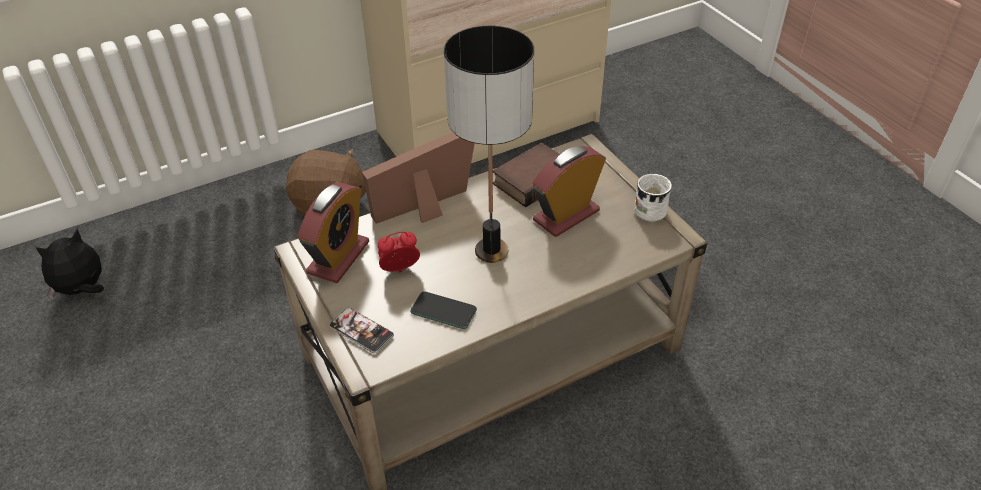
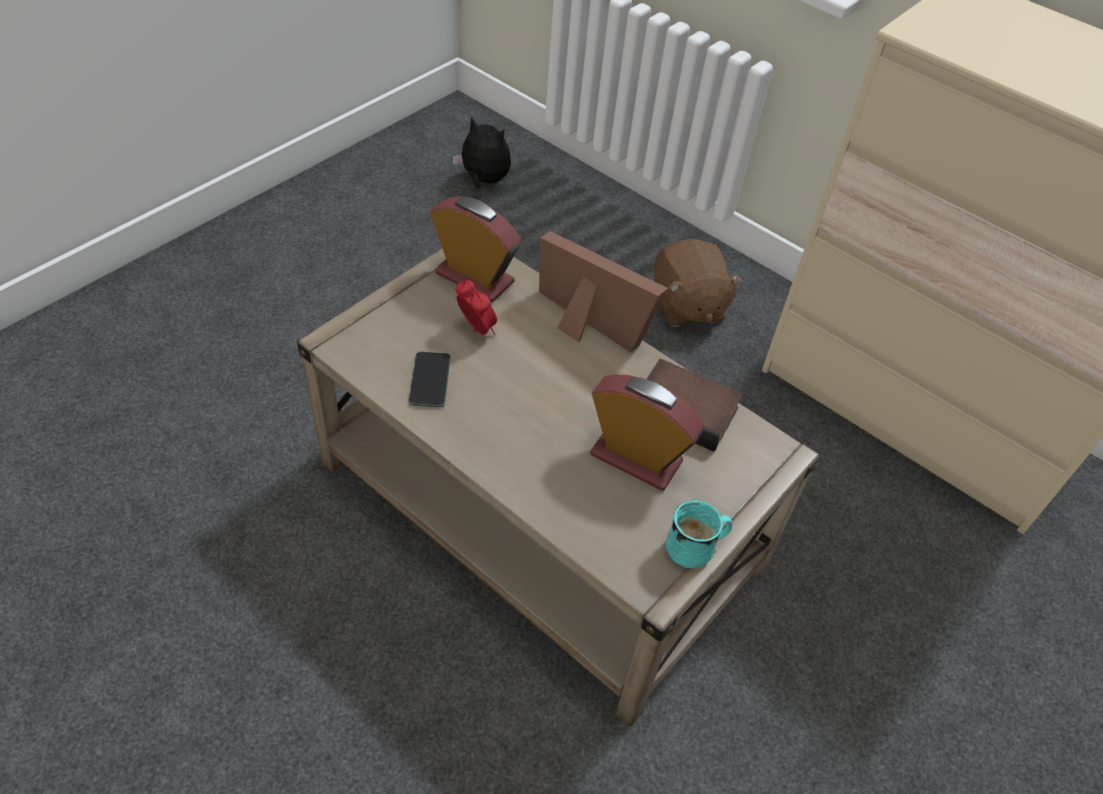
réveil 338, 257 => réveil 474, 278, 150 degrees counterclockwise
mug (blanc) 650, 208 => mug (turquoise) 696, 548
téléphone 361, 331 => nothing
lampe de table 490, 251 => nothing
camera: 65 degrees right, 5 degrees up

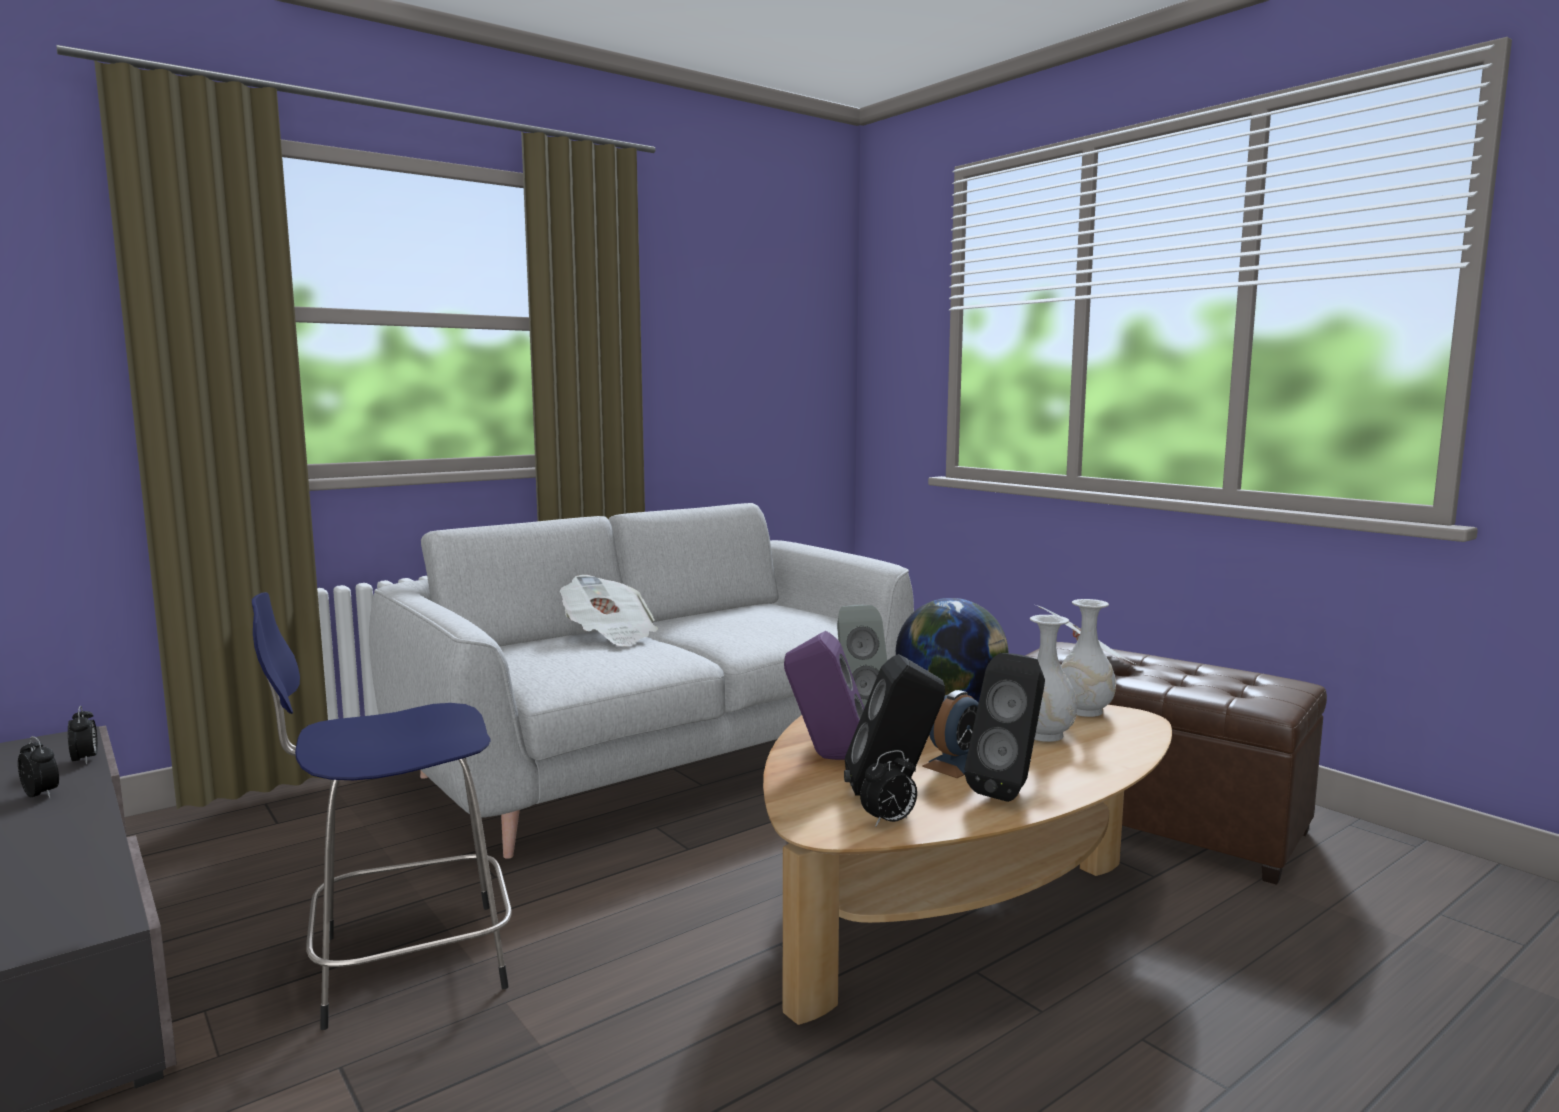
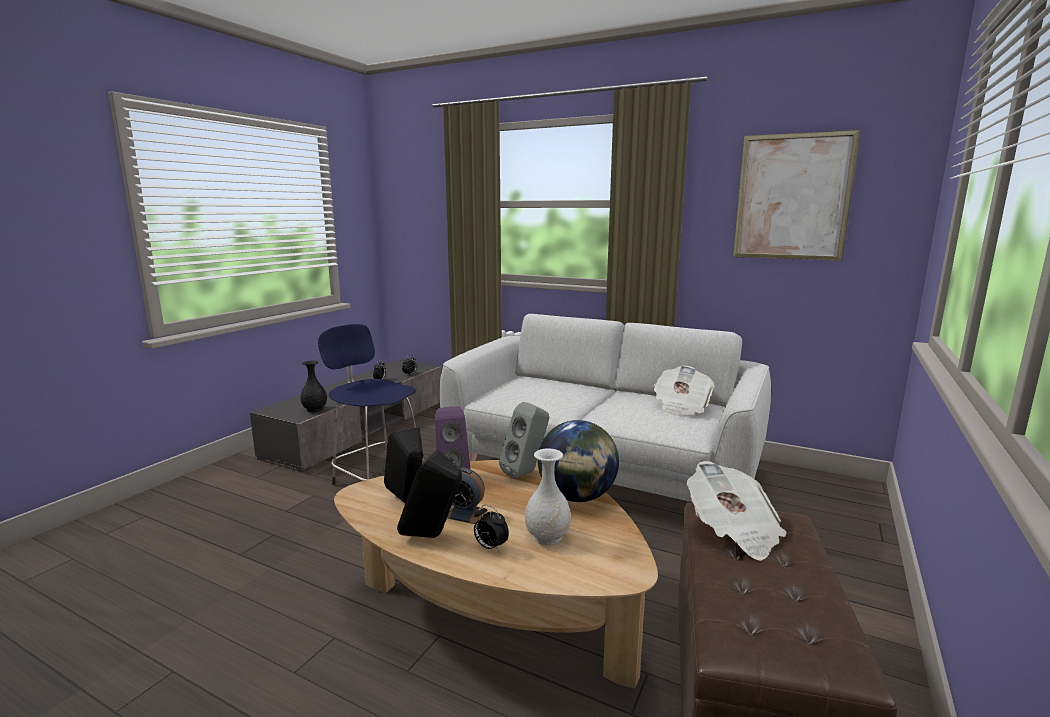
nothing => vase (noir) 314, 409
réveil 889, 822 => réveil 490, 547, move
journal 610, 635 => journal 680, 407, move
nothing => tableau 792, 197
vase (blanc) 1083, 711 => nothing
camera: 65 degrees right, 5 degrees up

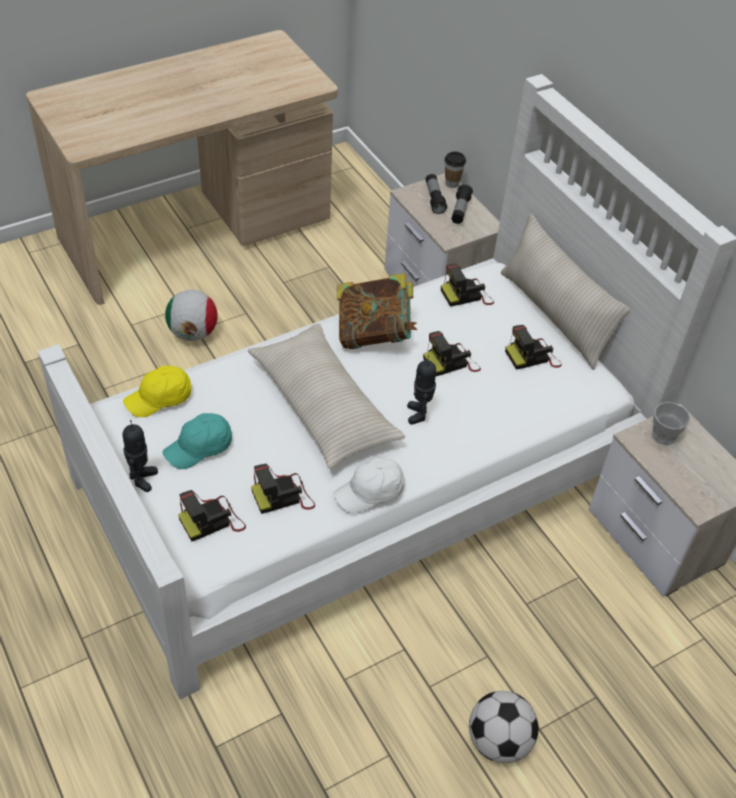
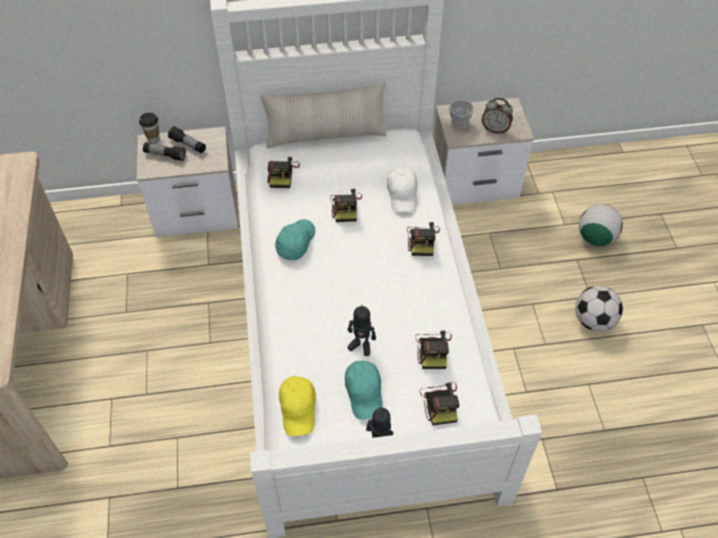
livre 374, 334 => casquette (turquoise) 295, 243
robot jouet 419, 414 => robot jouet 361, 345, move
casquette (blanc) 370, 493 => casquette (blanc) 402, 195, move
appareil photo 533, 356 => appareil photo 422, 240, move
nothing => réveil 495, 129
ballon de foot 193, 333 => ballon de foot 595, 238, move
coussin (beige) 323, 406 => nothing
camera: 65 degrees left, 5 degrees up

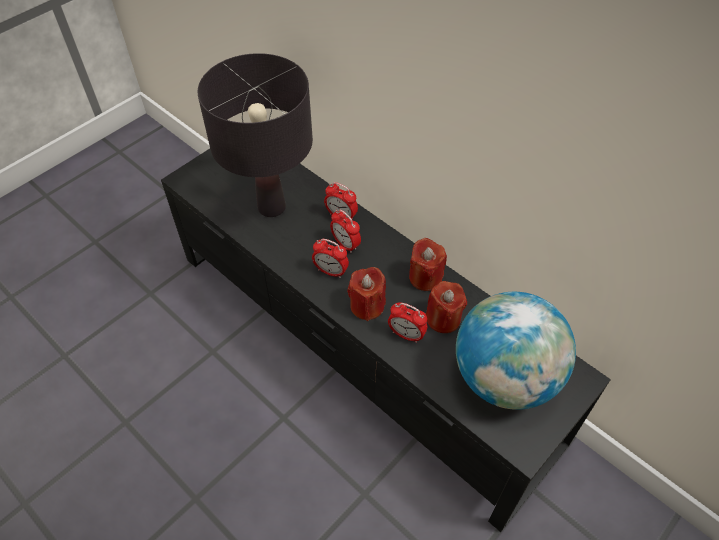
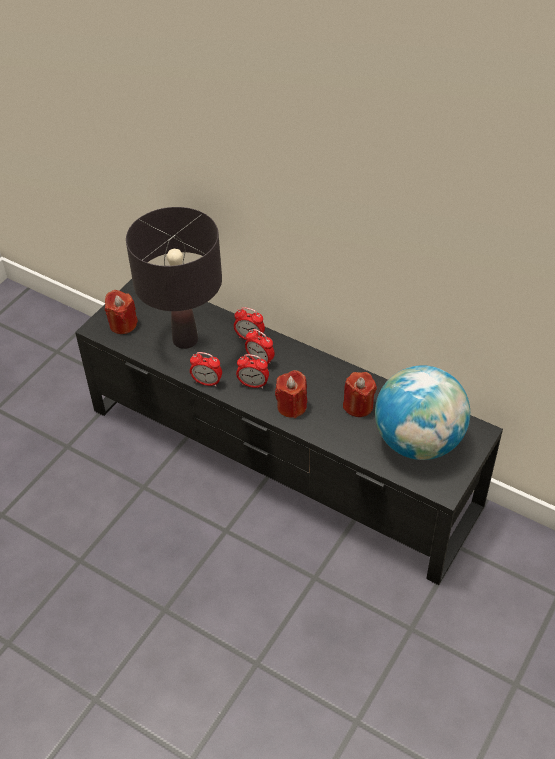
bougie (rouge) 425, 277 => bougie (rouge) 123, 324, move
réveil 406, 334 => réveil 207, 382, move
camera: 10 degrees left, 5 degrees down

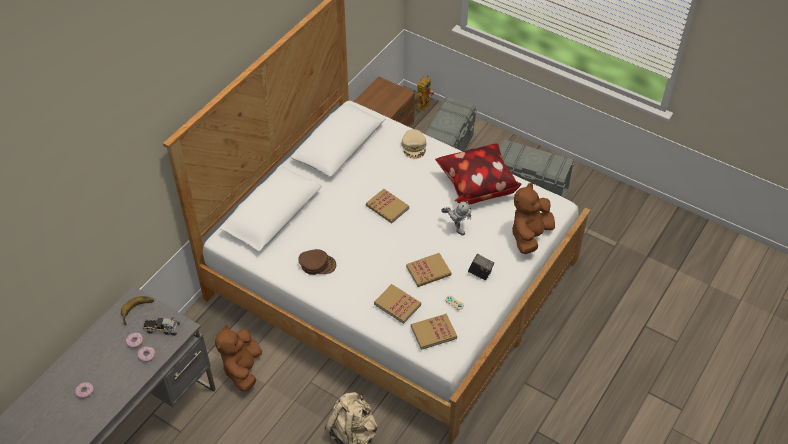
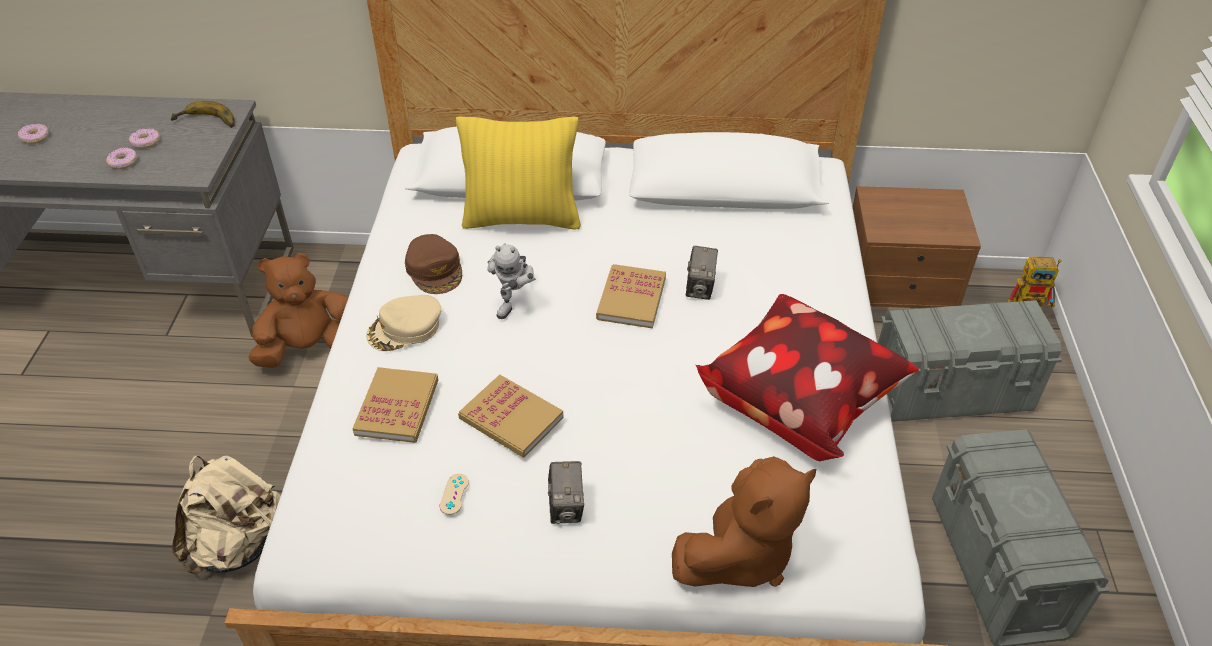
casquette (beige) 414, 146 => casquette (beige) 405, 329, move
nothing => coussin (jaune) 522, 218
robot jouet 456, 227 => robot jouet 515, 303, move
peluche (marron) 530, 235 => peluche (marron) 740, 554, 135 degrees clockwise
nothing => appareil photo 700, 288
camion jouet 162, 328 => nothing
livre 433, 332 => nothing
camera: 60 degrees right, 5 degrees down

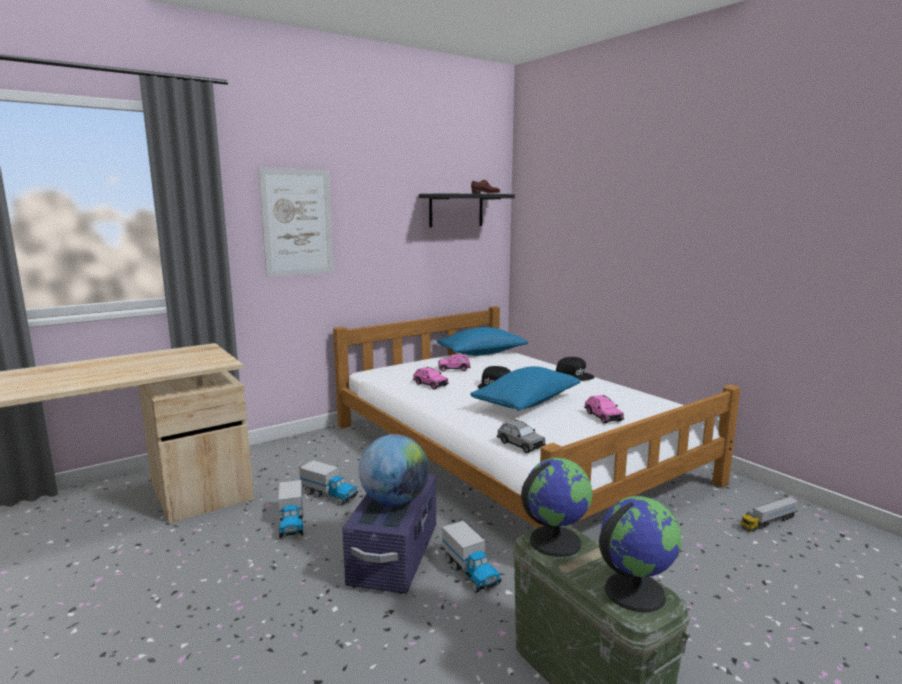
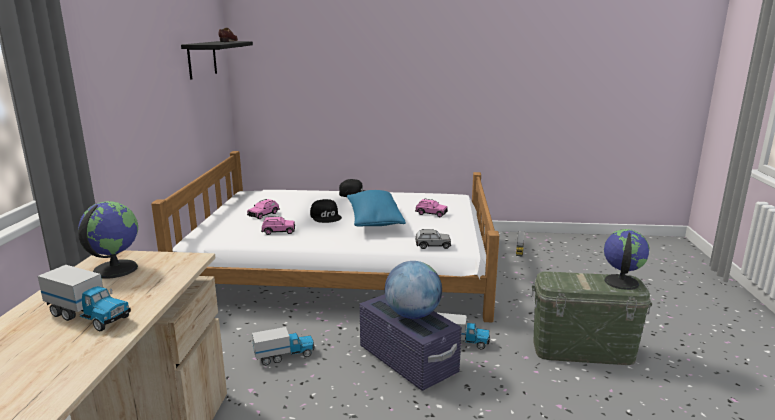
camion jouet 291, 523 => camion jouet 89, 316, move
globe 554, 541 => globe 114, 269, move
tableau 297, 222 => nothing
coussin (bleu) 481, 353 => nothing
camera: 50 degrees left, 5 degrees up

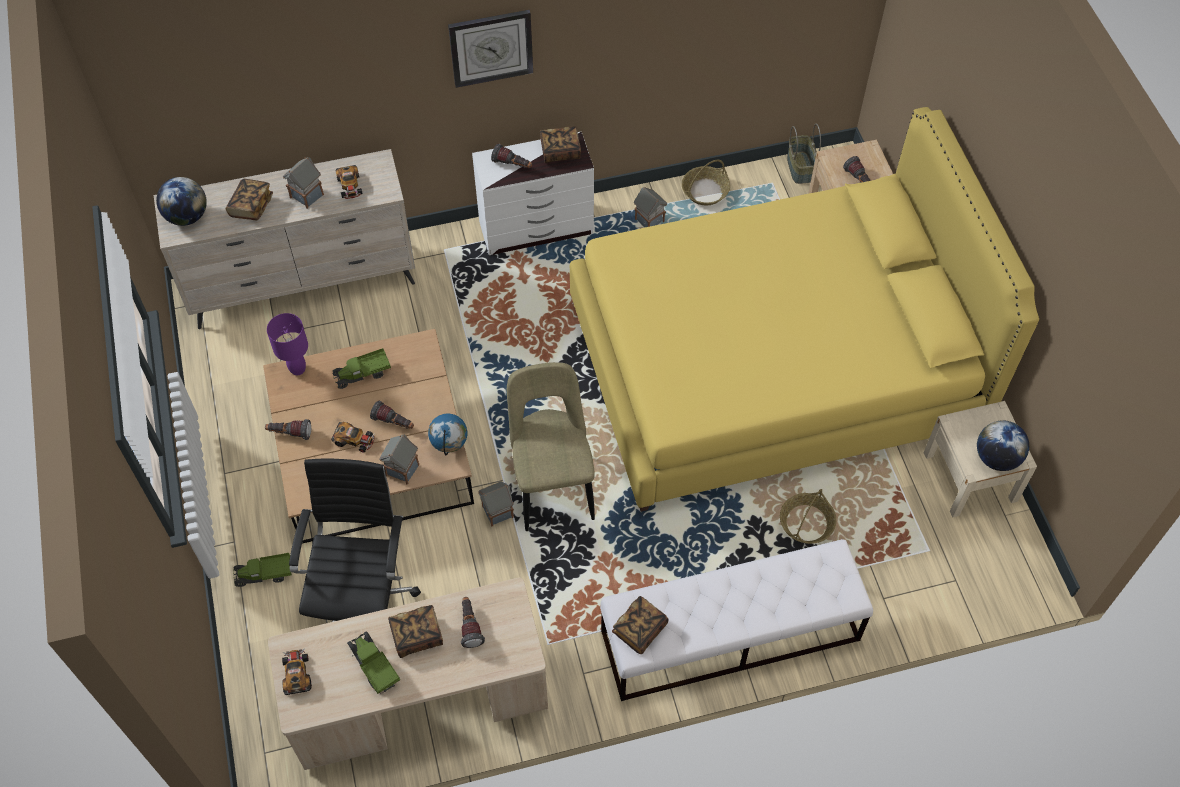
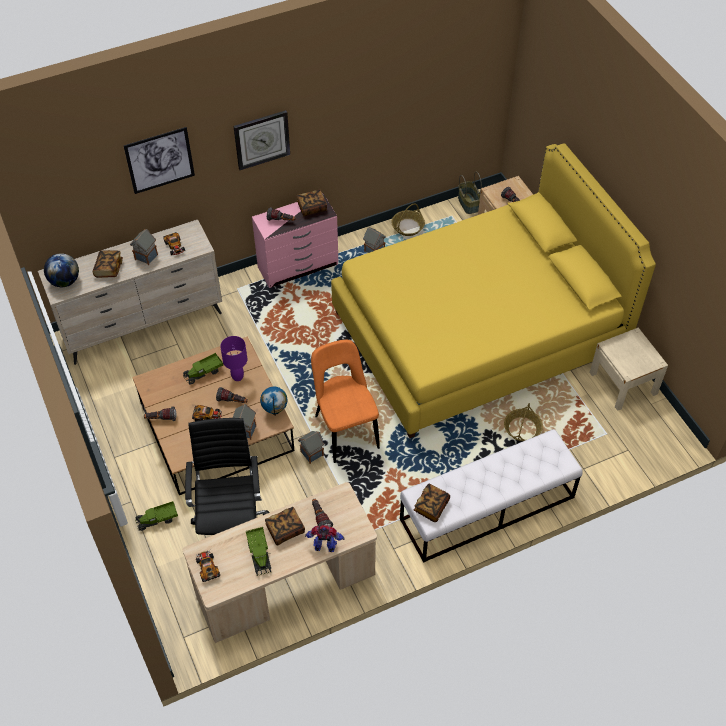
nothing => tableau 159, 160
lampe de table (violet) 298, 369 => lampe de table (violet) 238, 376, move
camion jouet 373, 666 => camion jouet 260, 554, 150 degrees counterclockwise
commode (blanc) 537, 229 => commode (rose) 298, 266
nothing => robot jouet 325, 547
chaise (beige) 552, 483 => chaise (orange) 345, 429
globe 996, 458 => nothing
camera: 10 degrees left, 5 degrees down

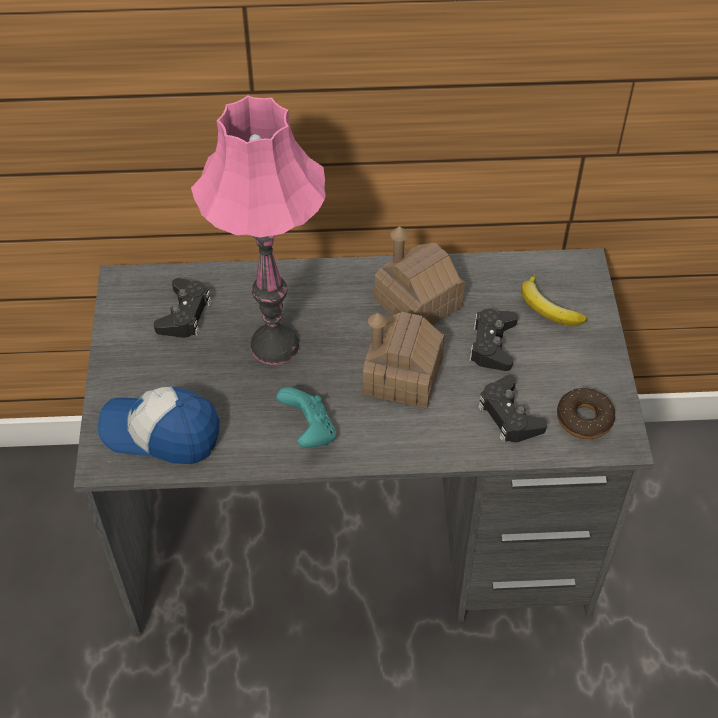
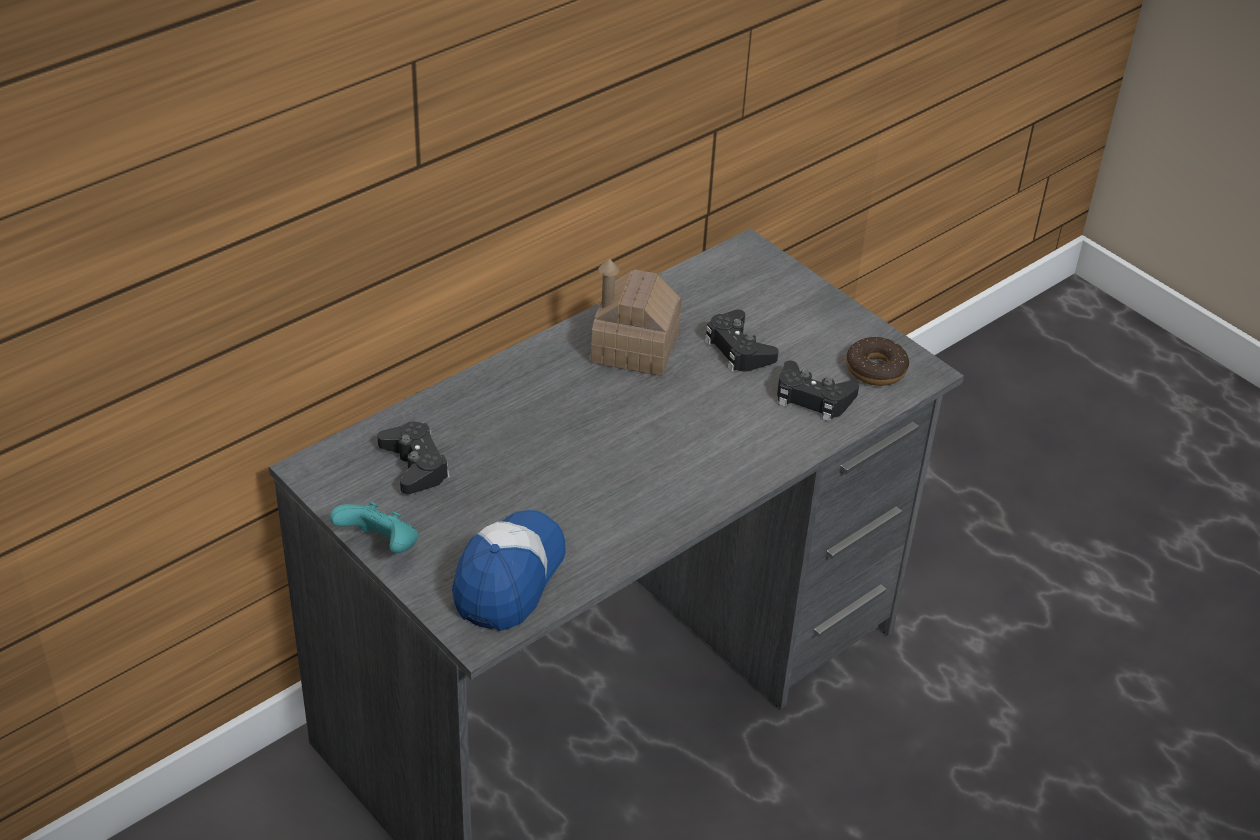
manette (turquoise) 309, 431 => manette (turquoise) 380, 547, move
casquette 161, 433 => casquette 508, 577, 135 degrees clockwise
lampe de table (rose) 274, 345 => nothing
maison miniature 402, 376 => nothing
banane 547, 309 => nothing
camera: 40 degrees left, 10 degrees down

